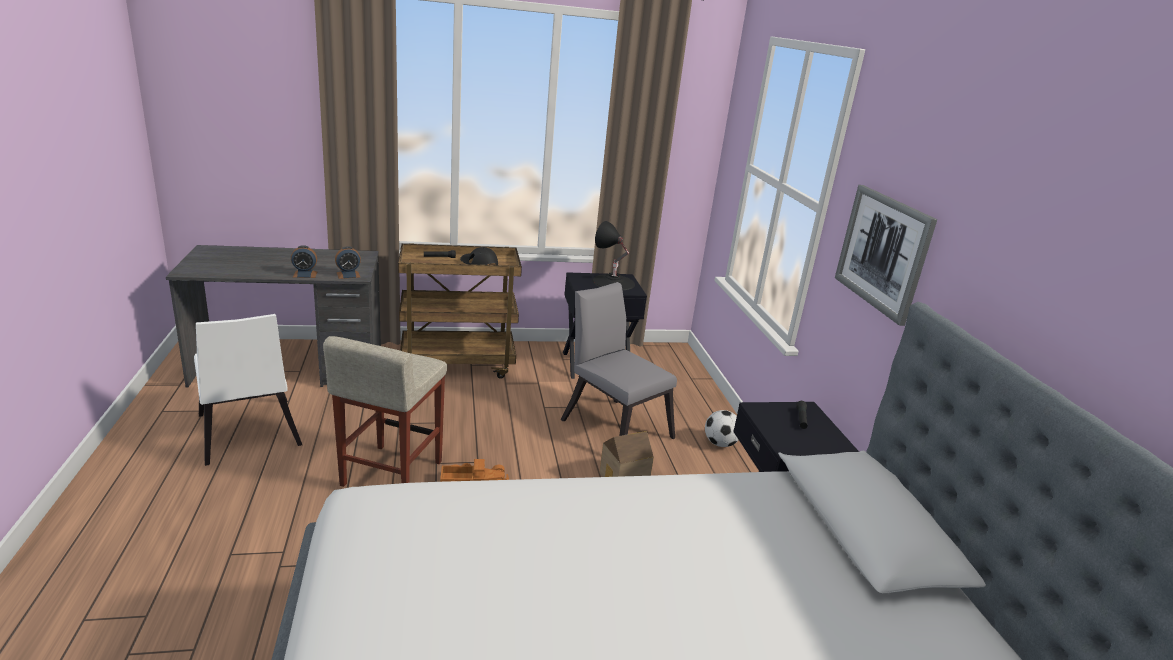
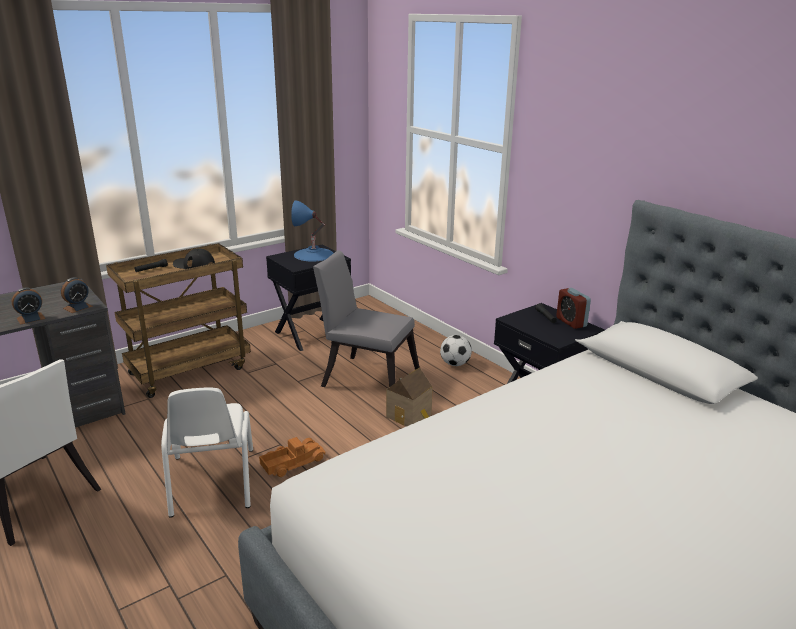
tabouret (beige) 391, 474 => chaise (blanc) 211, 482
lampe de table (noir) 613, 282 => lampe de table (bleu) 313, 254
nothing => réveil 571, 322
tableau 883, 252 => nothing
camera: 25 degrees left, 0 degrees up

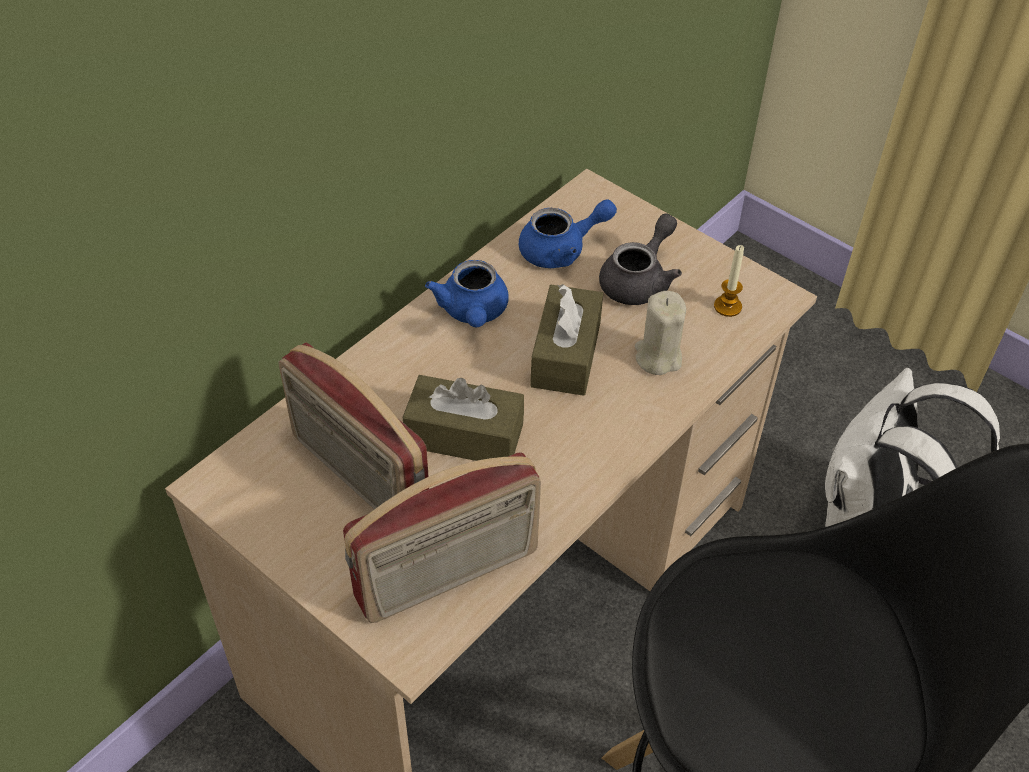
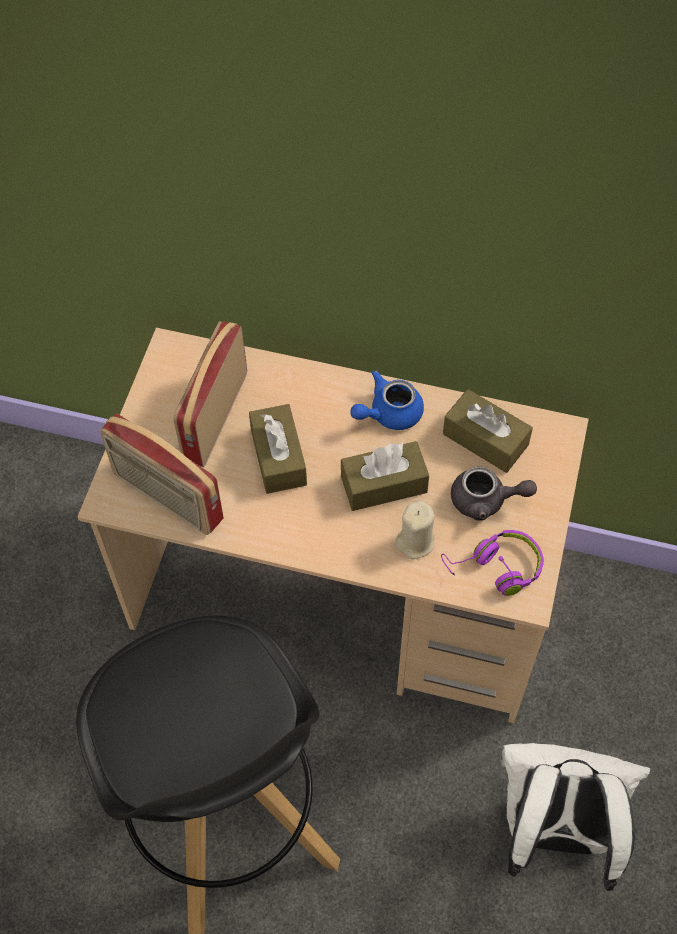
bougie 727, 306 => casque audio (violet) 495, 568
théière (bleu) 561, 250 => boîte à mouchoirs (marron) 485, 439
camera: 65 degrees right, 10 degrees up

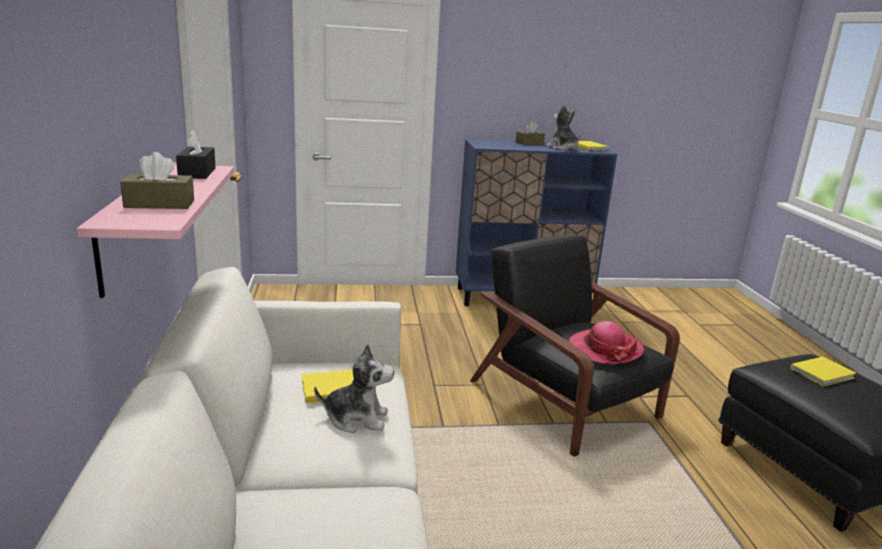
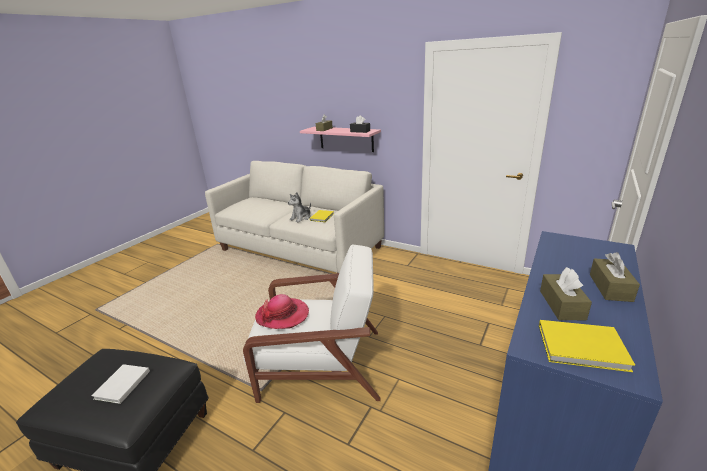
livre (jaune) 823, 373 => livre (blanc) 121, 385
fauteuil (noir) 566, 401 => fauteuil (blanc) 319, 364
peluche 562, 148 => boîte à mouchoirs (marron) 562, 305
camera: 130 degrees right, 5 degrees up

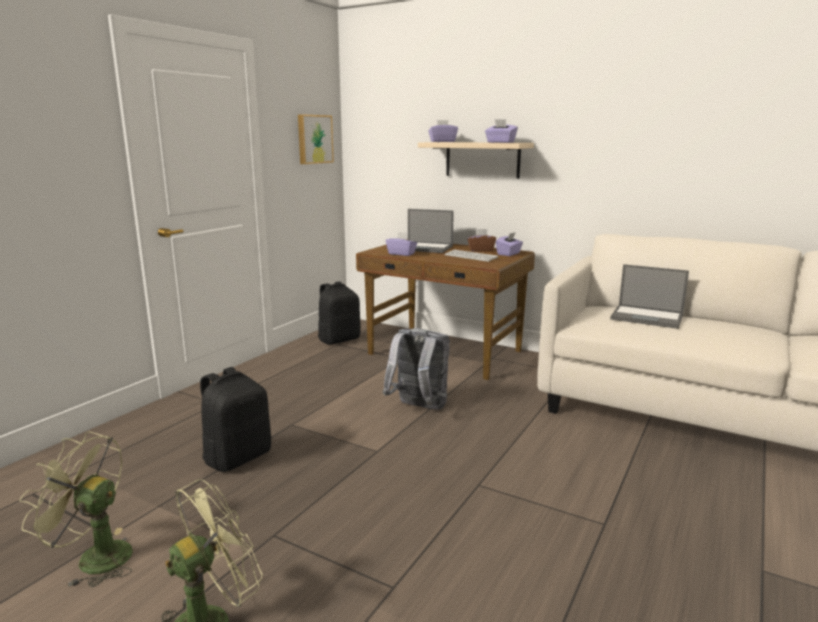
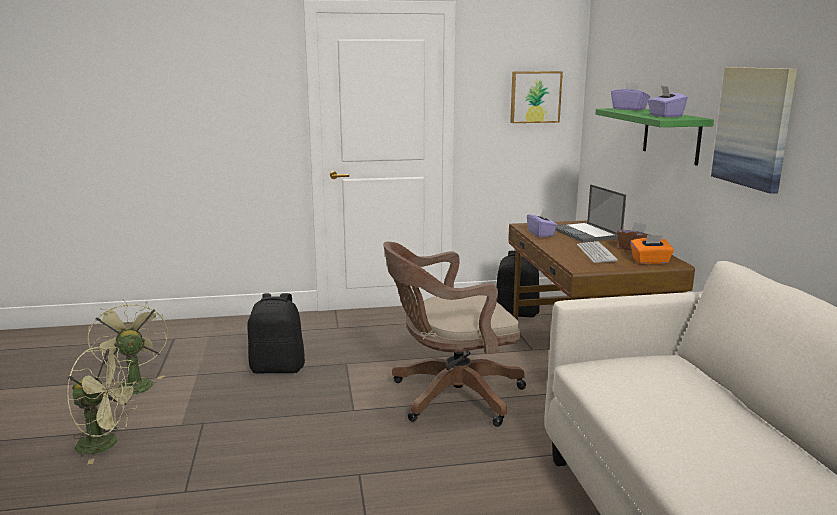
sac à dos (gris) 418, 408 => chaise de bureau (marron) 450, 396
étagère (beige) 482, 159 => étagère (vert) 671, 135
boîte à mouchoirs (violet) 509, 254 => boîte à mouchoirs (orange) 650, 261
nothing => tableau 753, 127
ordinateur portable 648, 317 => nothing
camera: 50 degrees right, 0 degrees up

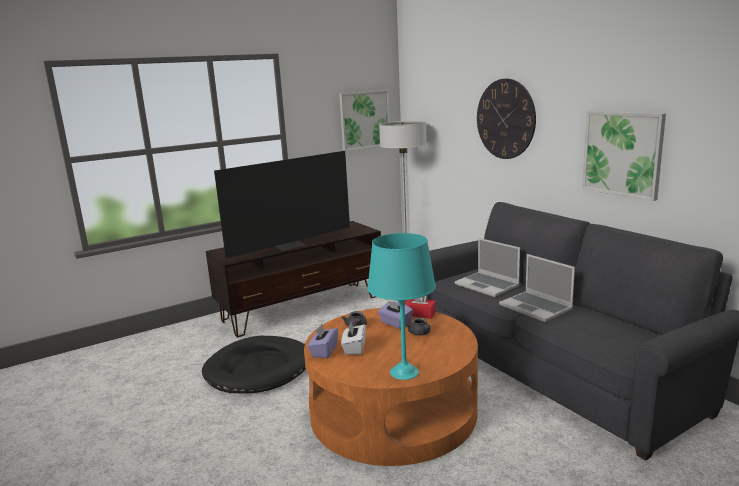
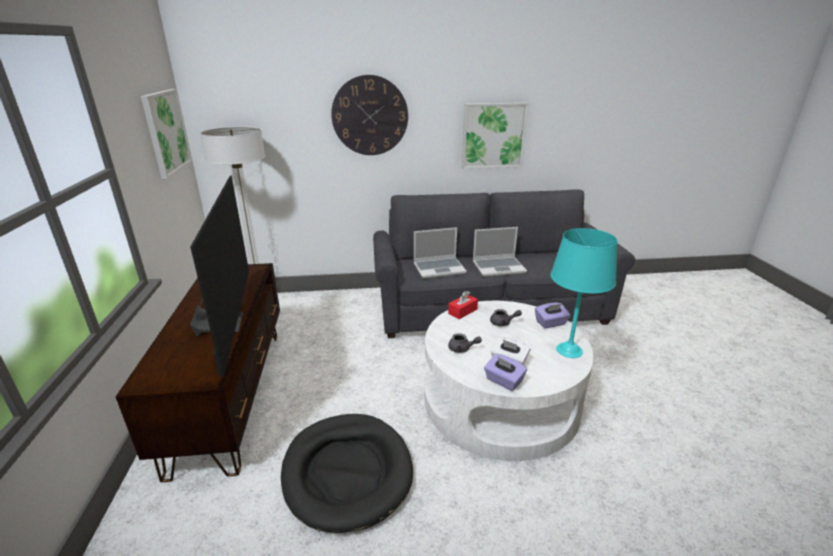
table basse (orange) 393, 410 => table basse (blanc) 500, 399
boîte à mouchoirs (violet) 395, 323 => boîte à mouchoirs (violet) 550, 323, move
camera: 65 degrees left, 10 degrees up

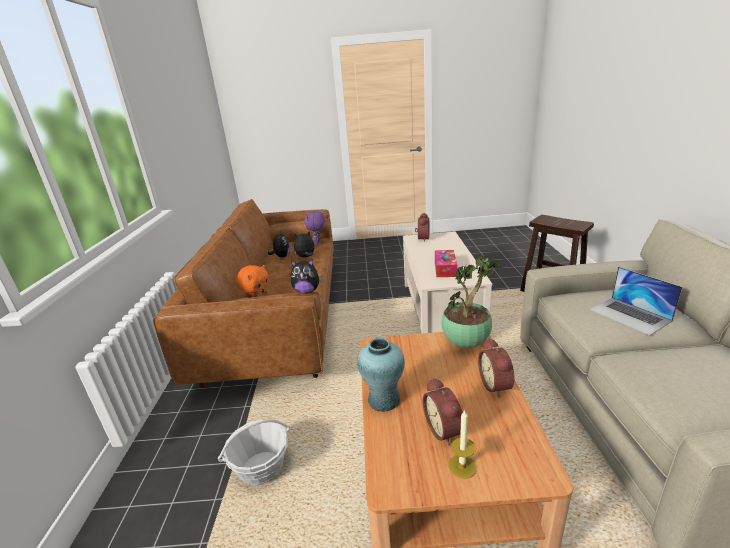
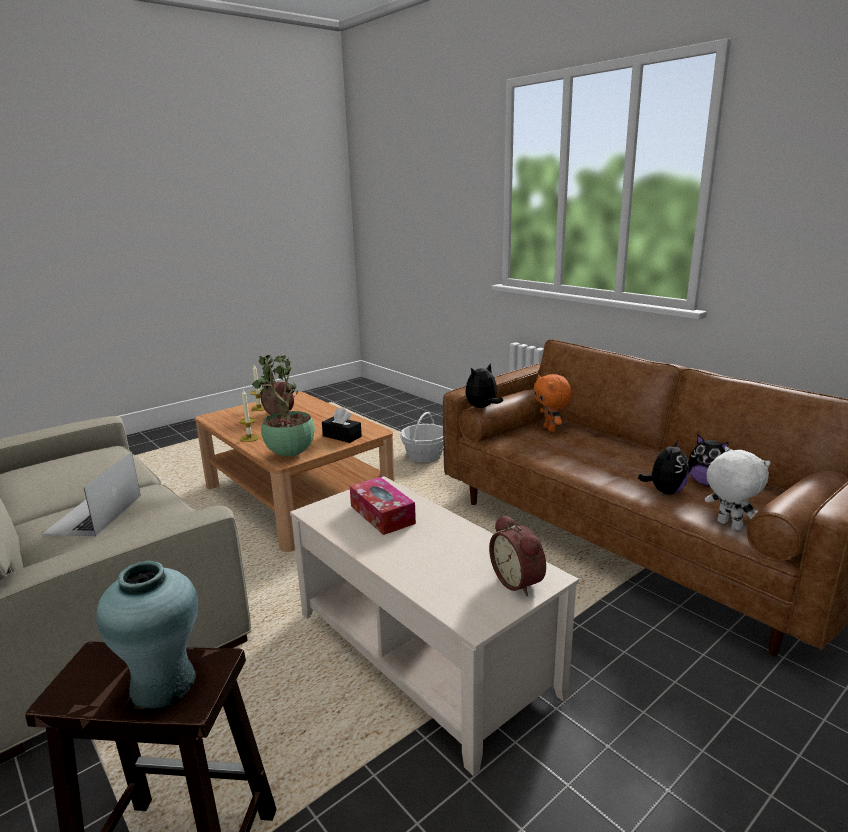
ordinateur portable 629, 315 => ordinateur portable 94, 515, 105 degrees counterclockwise
vase (turquoise) 383, 400 => vase (turquoise) 164, 684, move
réveil 496, 385 => bougie 249, 438
nothing => boîte à mouchoirs (noir) 342, 436
peluche (violet) 318, 243 => peluche (blanc) 728, 525
camera: 140 degrees right, 5 degrees down

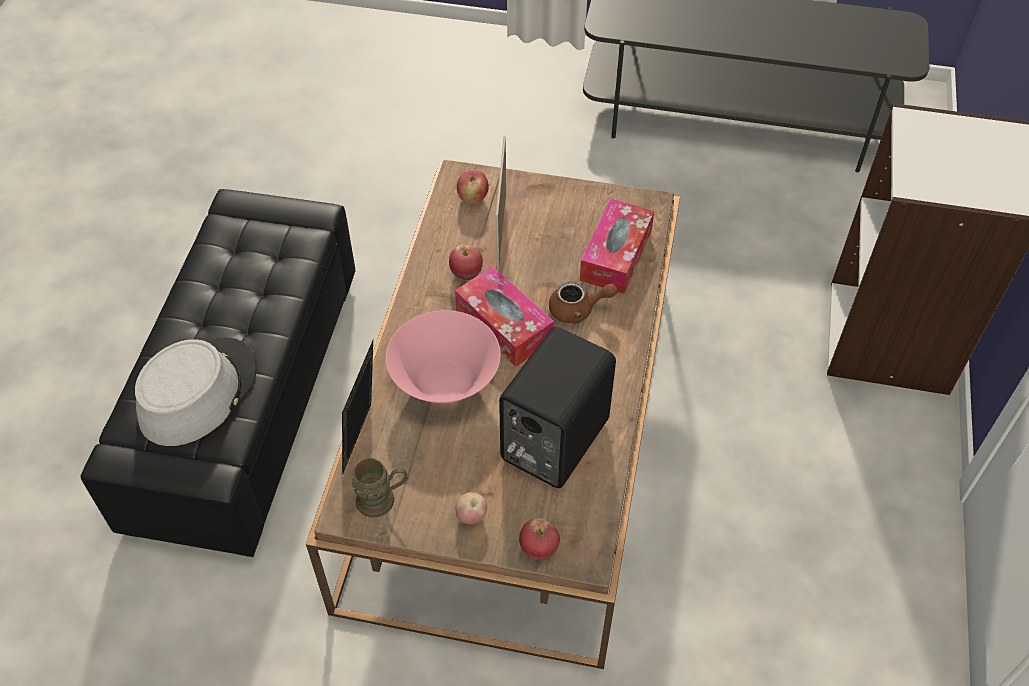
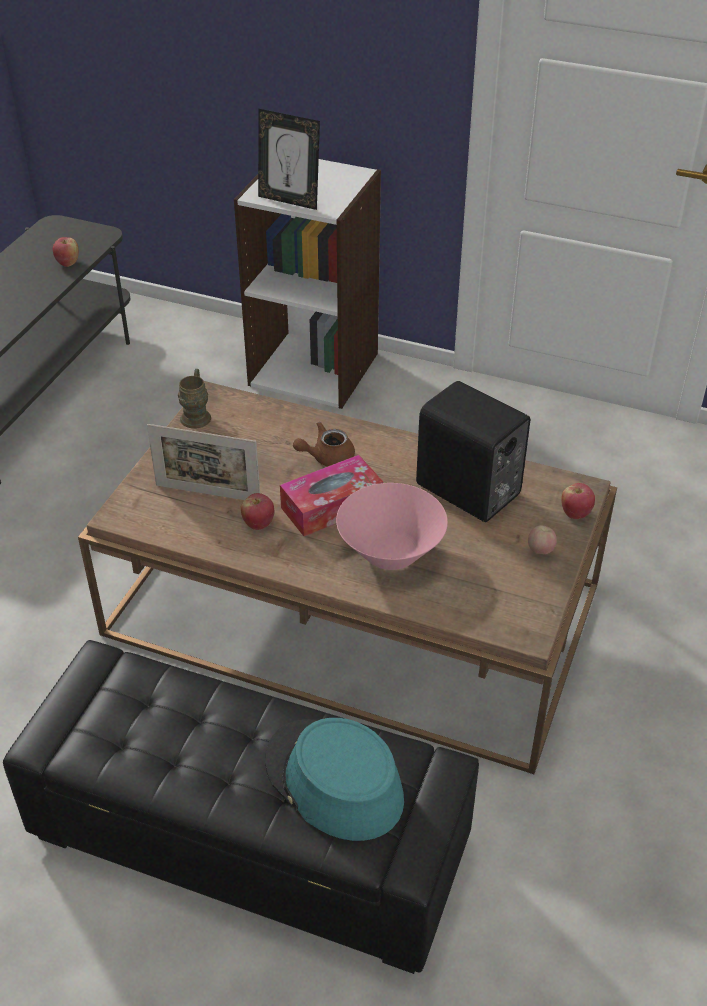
pomme 472, 198 => pomme 68, 263, move
mug (marron) 382, 499 => mug (marron) 197, 414, move
cadre photo 363, 440 => cadre photo 289, 200, move
chapeau (gris) 197, 392 => chapeau (turquoise) 333, 781
théière (marron) 578, 310 => théière (marron) 326, 457, 120 degrees counterclockwise
boîte à mouchoirs 616, 255 => nothing
camera: 80 degrees left, 10 degrees down

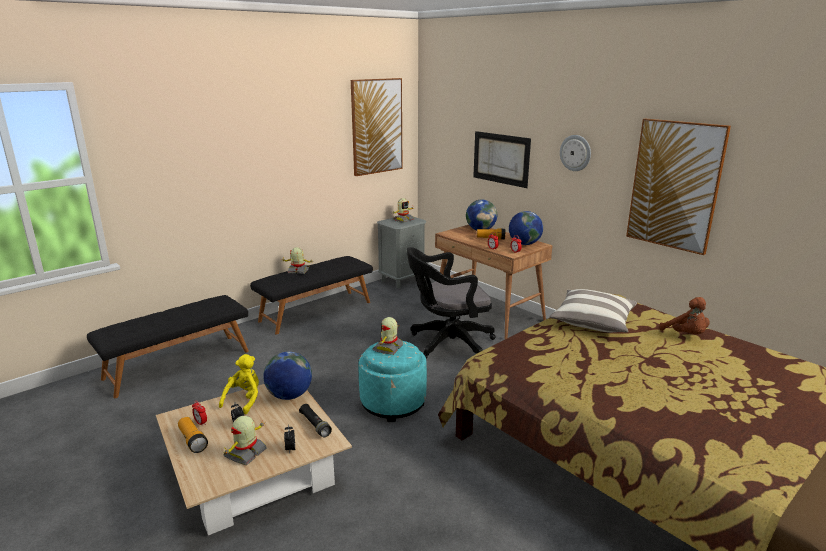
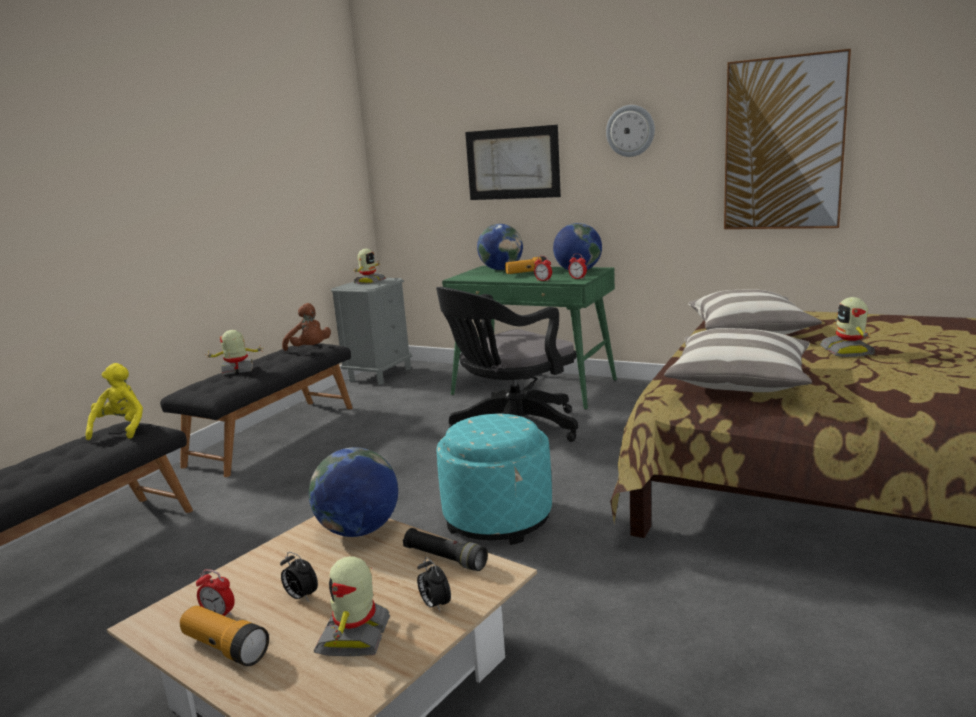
peluche (jaune) 244, 400 => peluche (jaune) 121, 429, move
peluche (marron) 686, 335 => peluche (marron) 310, 350, move
bureau (marron) 488, 314 => bureau (vert) 535, 387
nothing => coussin 739, 381
robot jouet 388, 348 => robot jouet 848, 351, move
tableau 376, 126 => nothing
camera: 20 degrees left, 5 degrees down

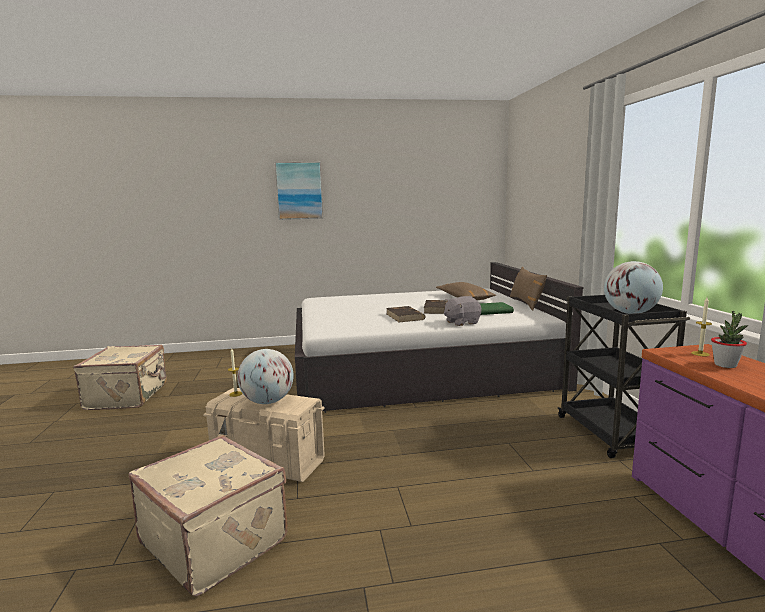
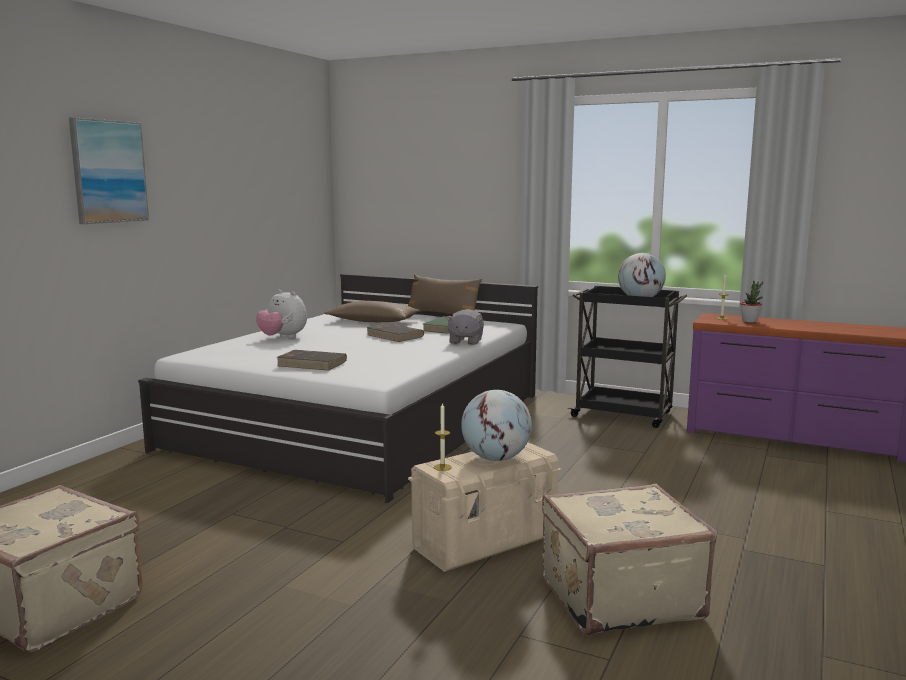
nothing => peluche 283, 338
livre (marron) 405, 316 => livre (marron) 312, 363, move
camera: 55 degrees left, 0 degrees up

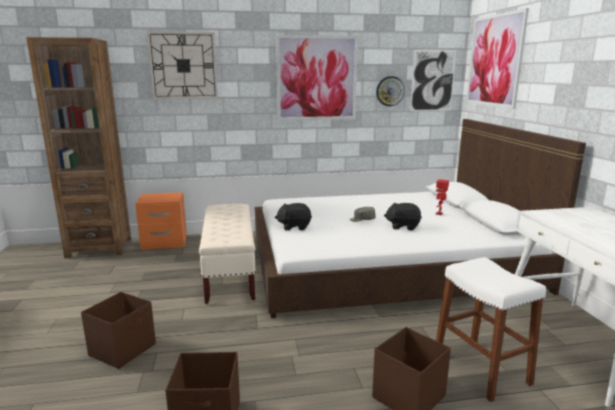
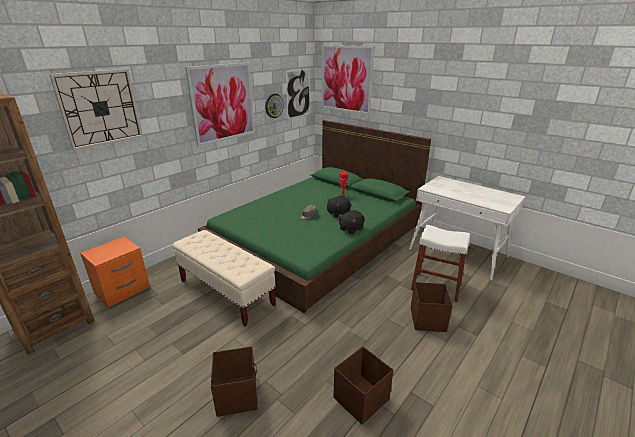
lit (blanc) 385, 262 => lit (vert) 317, 239
peluche (noir) 294, 227 => peluche (noir) 350, 229, move
camera: 40 degrees left, 10 degrees up

